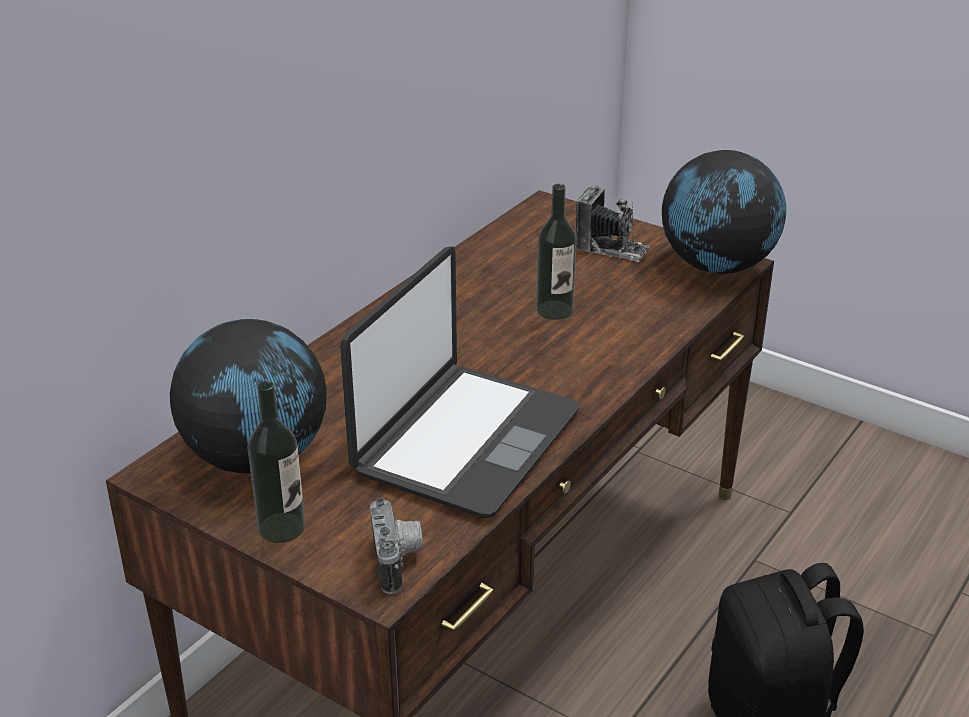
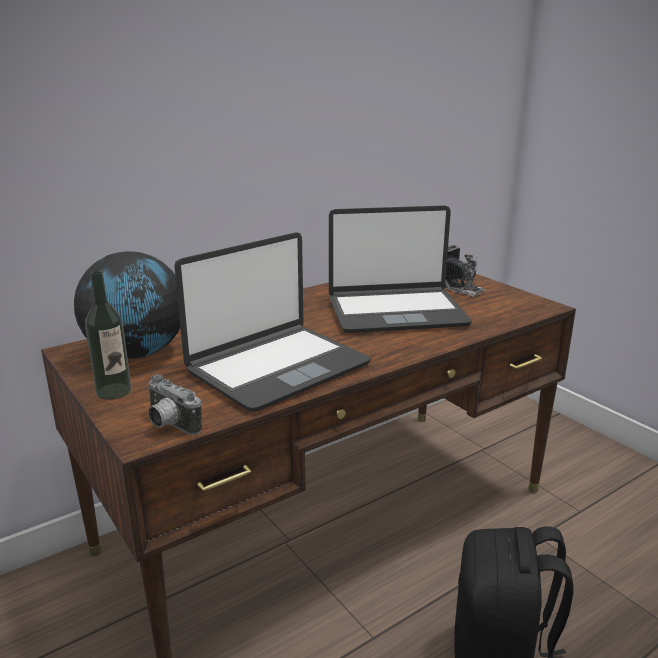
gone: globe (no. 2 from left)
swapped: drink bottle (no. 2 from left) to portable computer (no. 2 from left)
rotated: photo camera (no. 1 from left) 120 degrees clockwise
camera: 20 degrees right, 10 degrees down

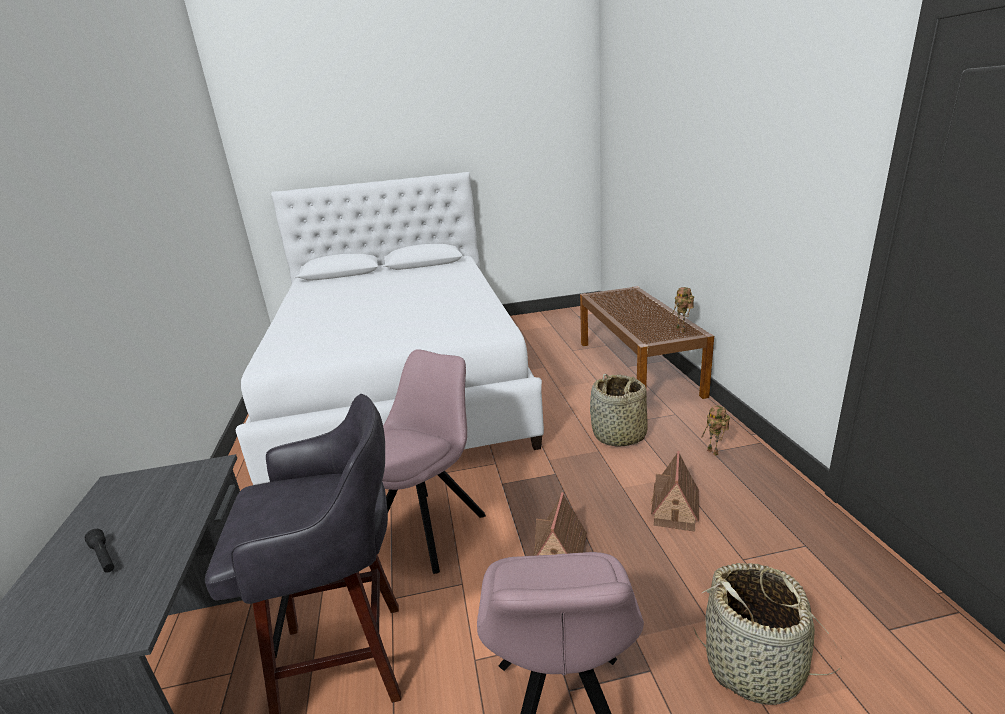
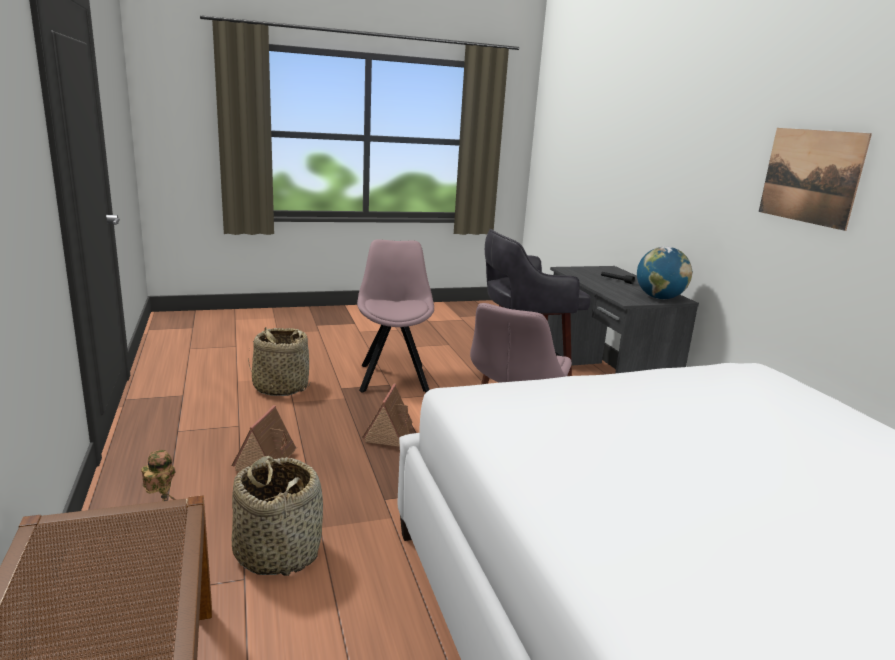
gone: robot figure (no. 1 from left)
new: globe; wall picture
camera: 170 degrees right, 5 degrees down

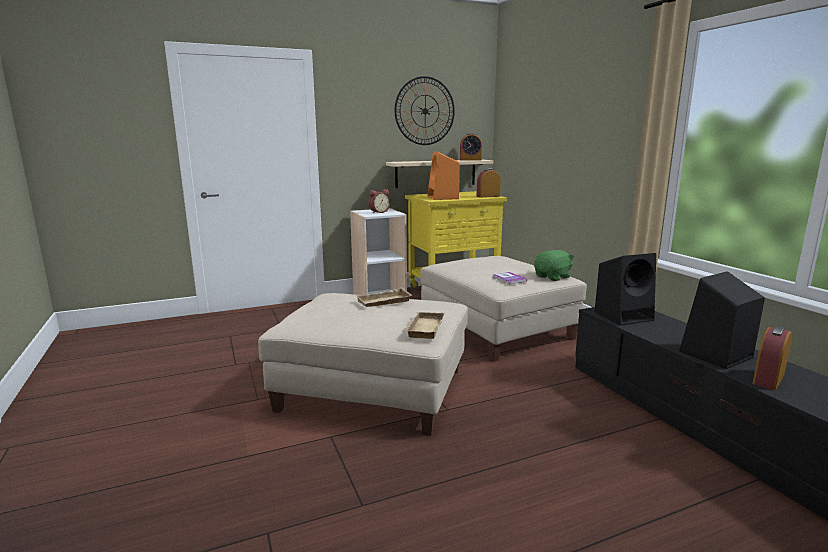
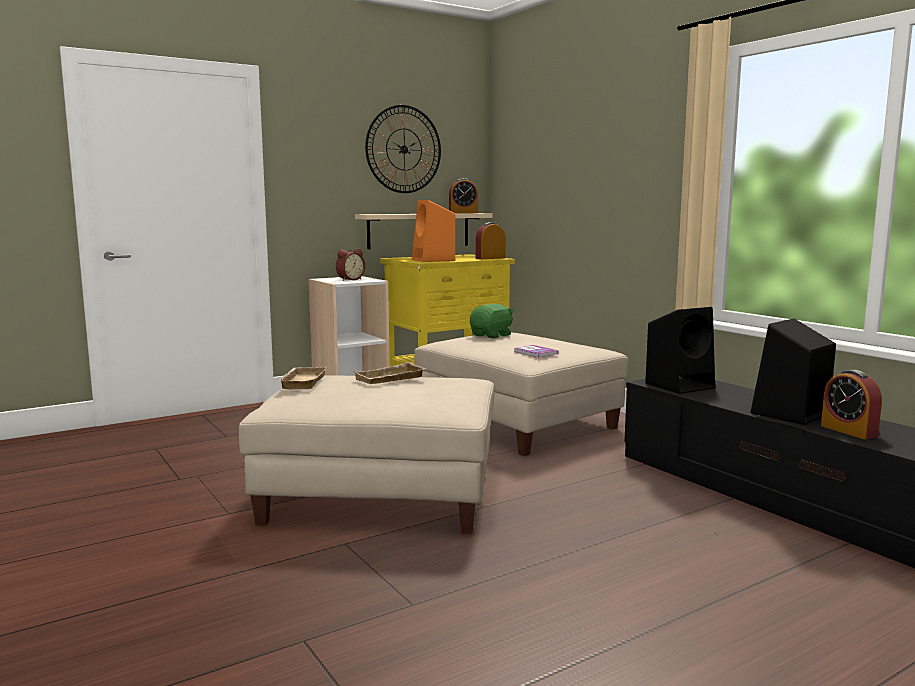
shifted: beige serving tray (no. 2 from left in the first image) to beige serving tray (no. 1 from left); greenish plush toy
rotated: alarm clock (no. 4 from left) 60 degrees counterclockwise
camera: 10 degrees left, 5 degrees down

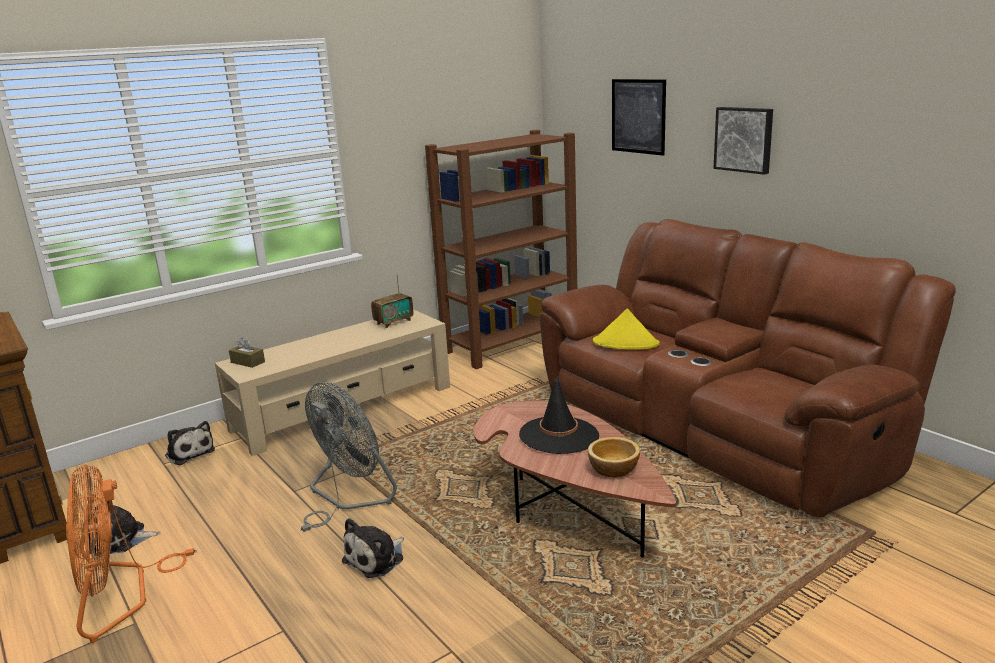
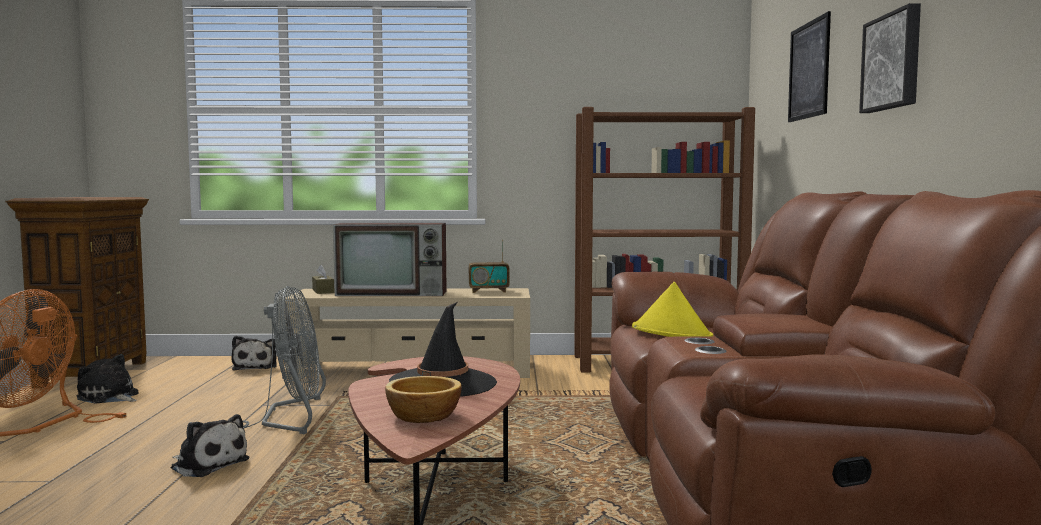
new: TV set
rotated: plush toy (no. 3 from left in the first image) 135 degrees counterclockwise
camera: 35 degrees right, 15 degrees down

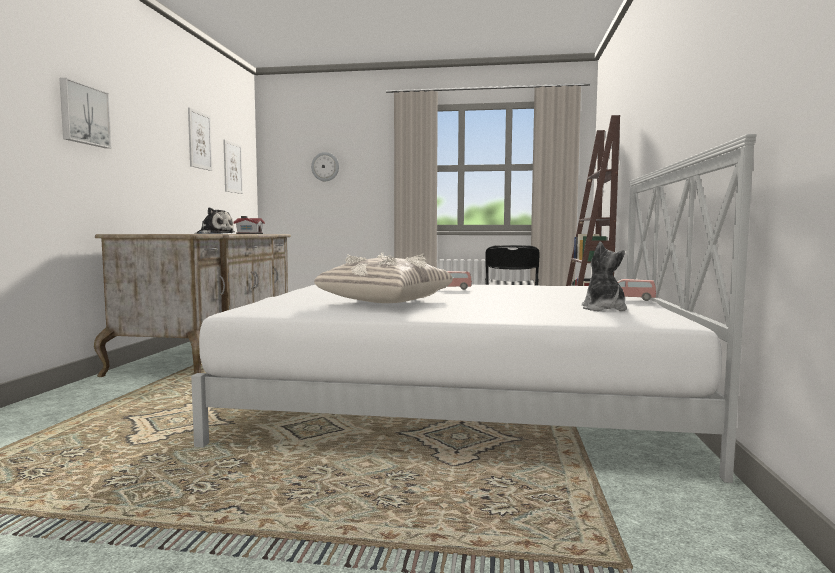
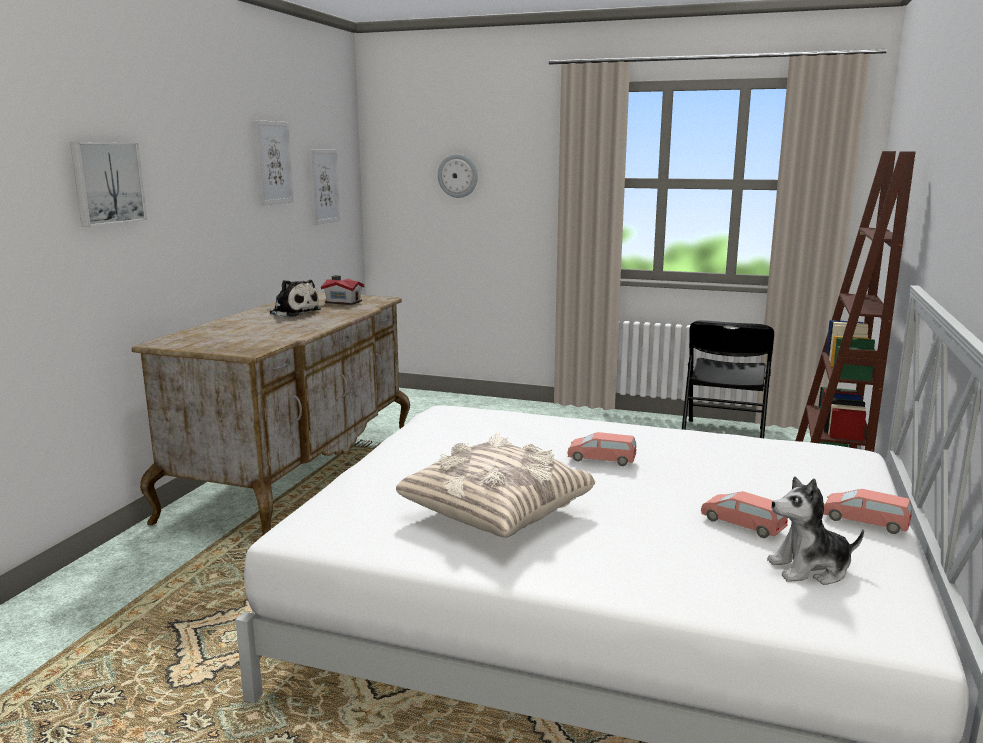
new: pink model car (no. 2 from left)
rotated: plush toy (no. 2 from left) 105 degrees counterclockwise
camera: 10 degrees right, 10 degrees up

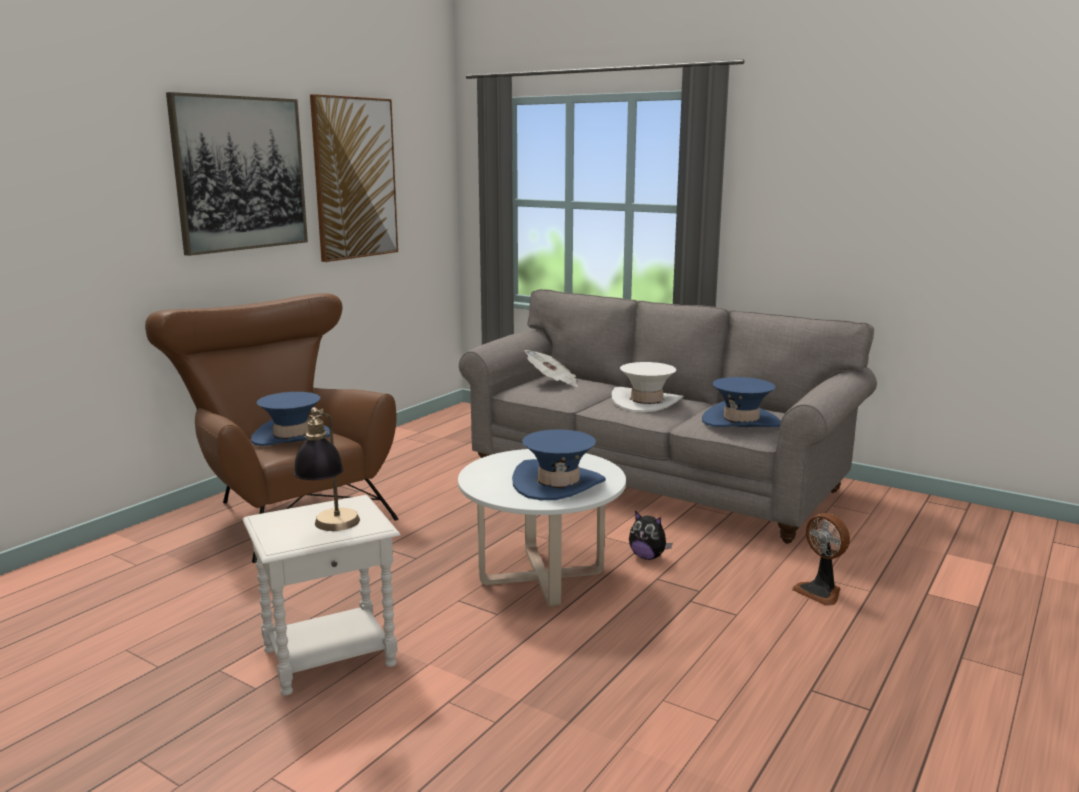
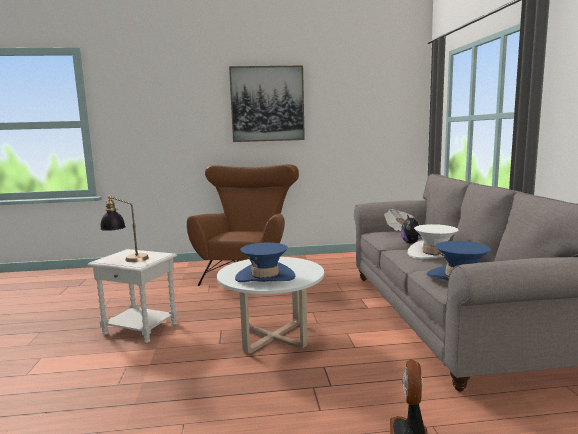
gone: blue clothing hat (no. 1 from left); wall picture (no. 2 from left)
shifted: plush toy
camera: 50 degrees right, 5 degrees down

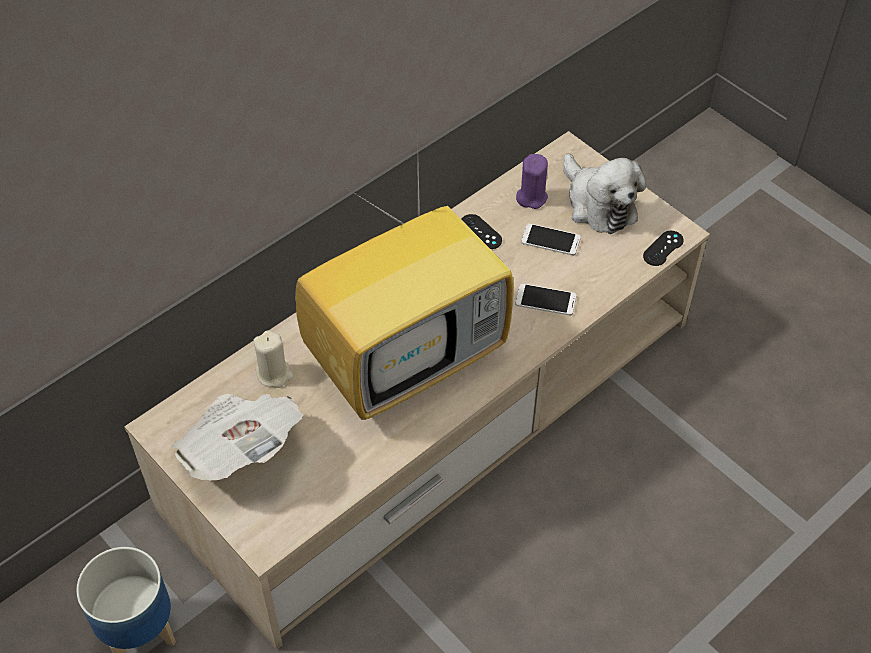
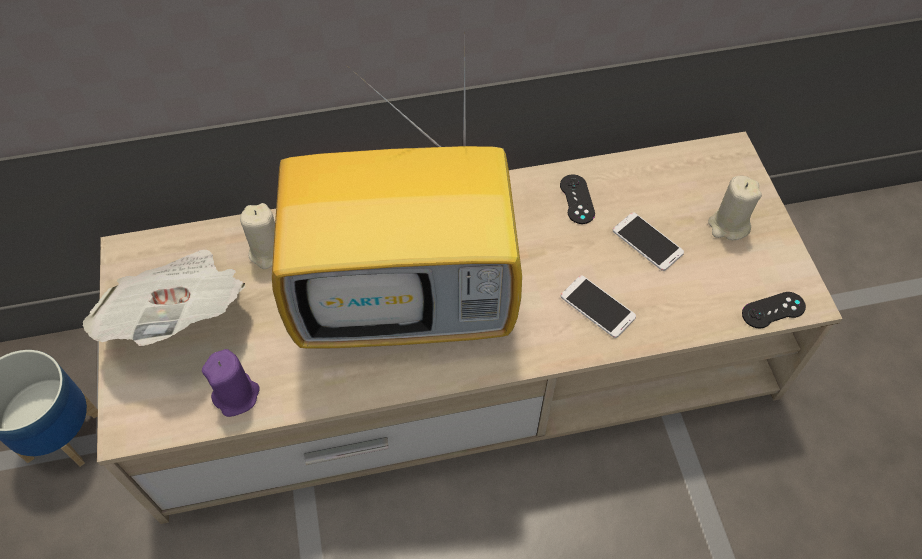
shifted: purple wax candle
swapped: plush toy to beige wax candle (no. 2 from left)
camera: 30 degrees right, 5 degrees up

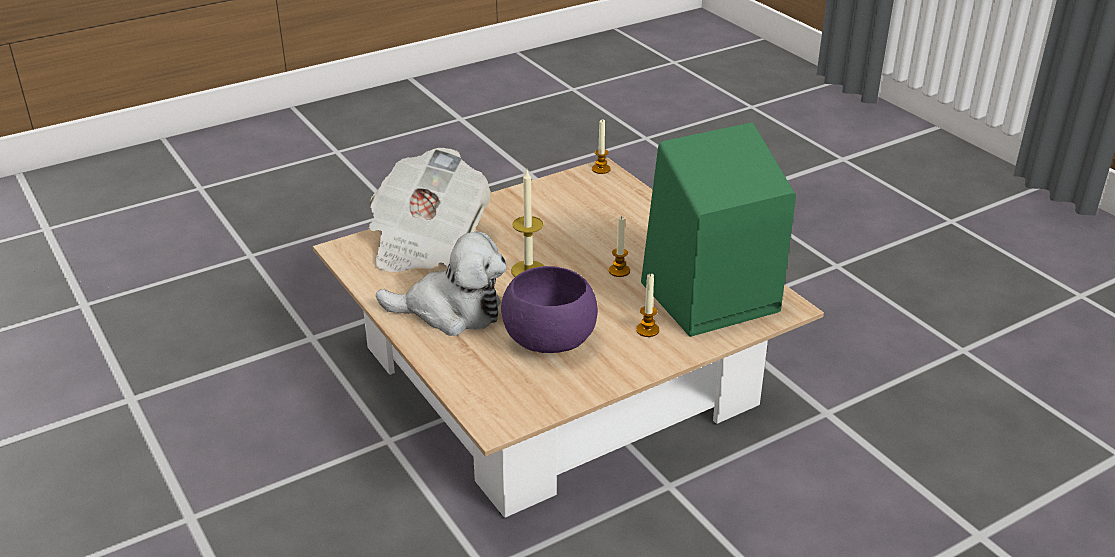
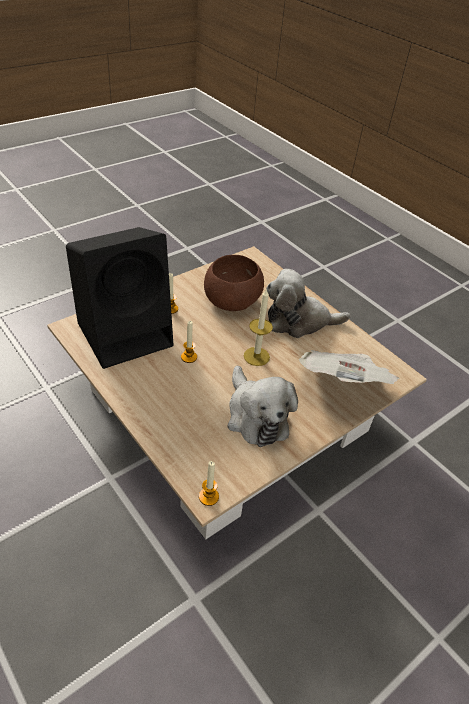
new: plush toy (no. 1 from left)
repainted: greenish speaker to black-coloured speaker; purple bowl to brown-coloured bowl
camera: 170 degrees right, 10 degrees up

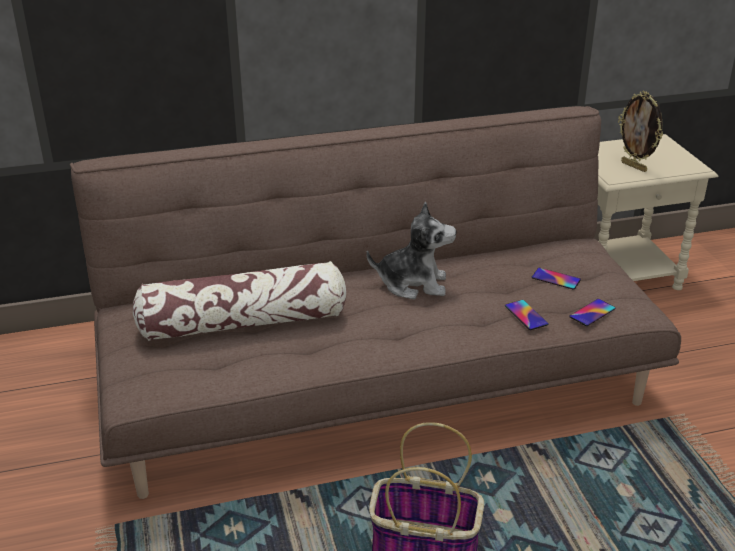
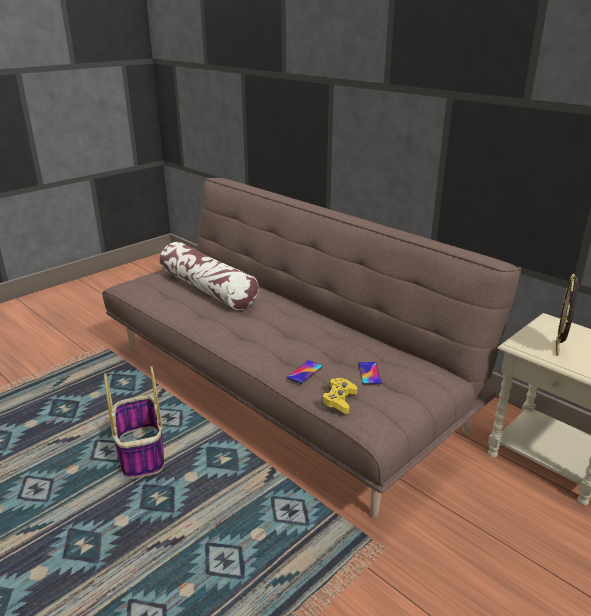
gone: plush toy
swapped: phone (no. 3 from left) to yellow-coloured gamepad
camera: 60 degrees right, 5 degrees down

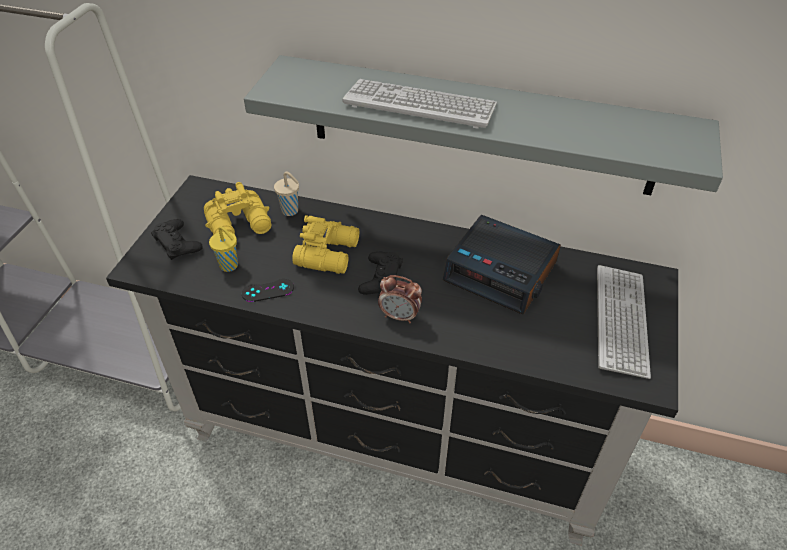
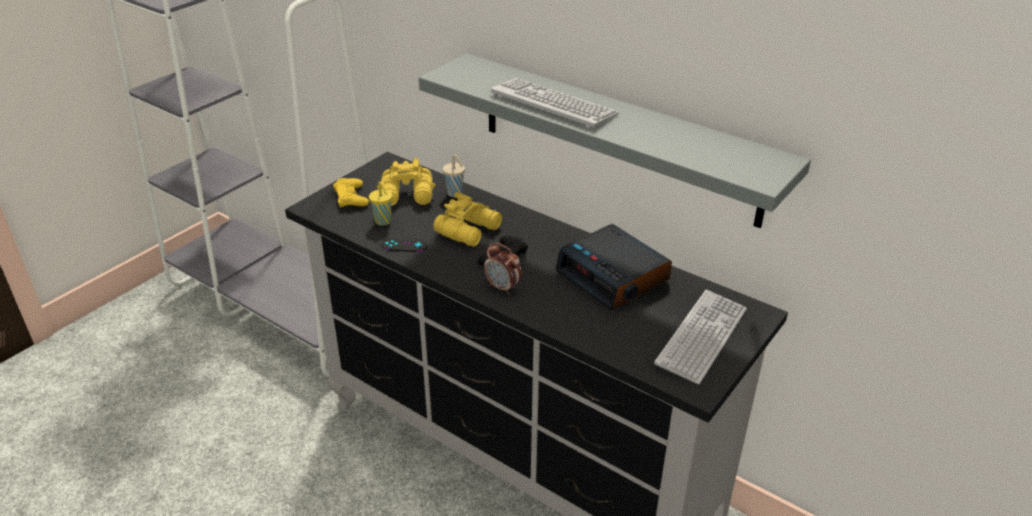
repainted: black-coloured gamepad (no. 1 from left) to yellow-coloured gamepad
camera: 20 degrees right, 10 degrees down

